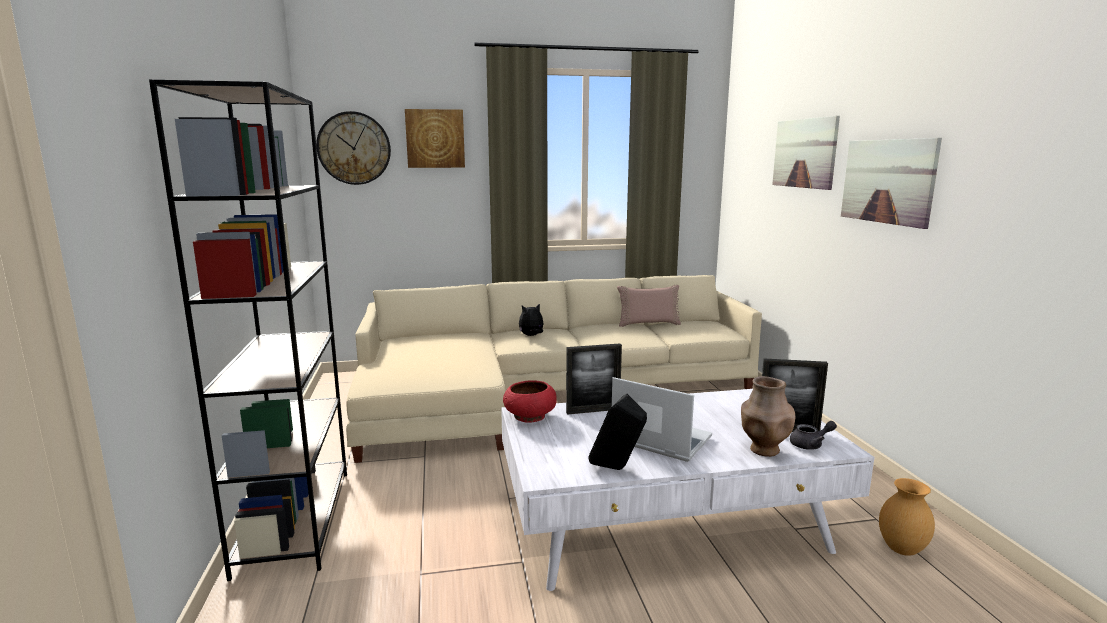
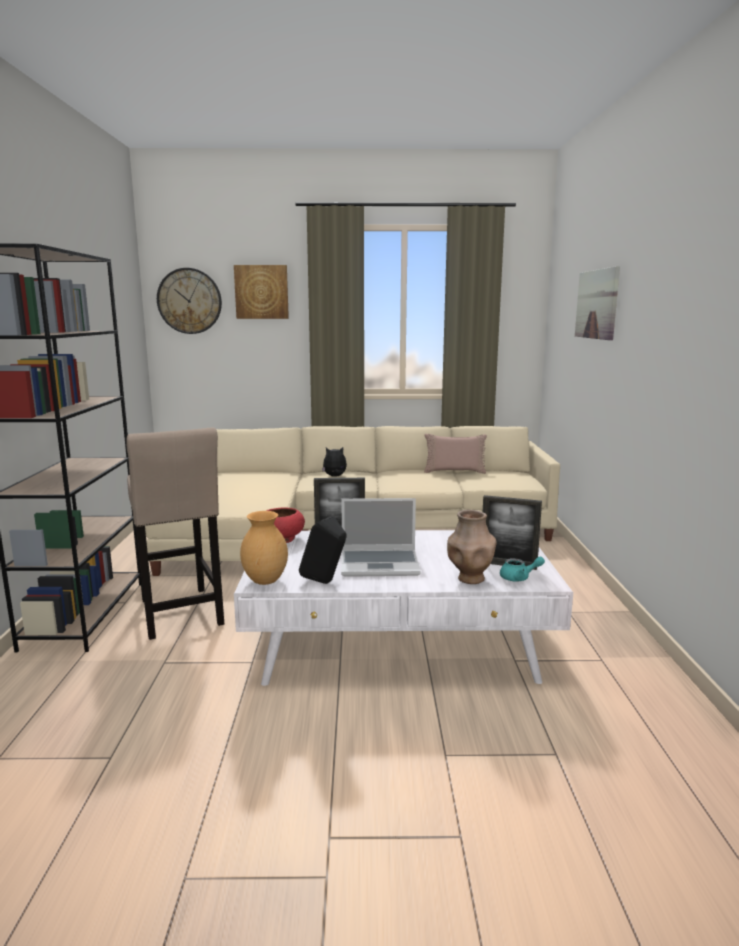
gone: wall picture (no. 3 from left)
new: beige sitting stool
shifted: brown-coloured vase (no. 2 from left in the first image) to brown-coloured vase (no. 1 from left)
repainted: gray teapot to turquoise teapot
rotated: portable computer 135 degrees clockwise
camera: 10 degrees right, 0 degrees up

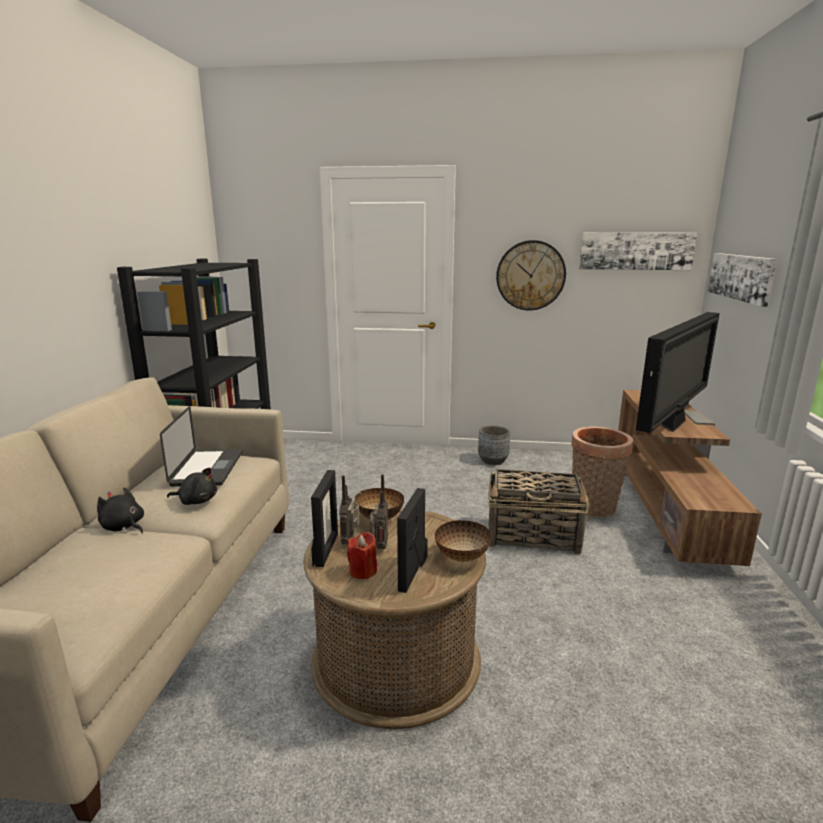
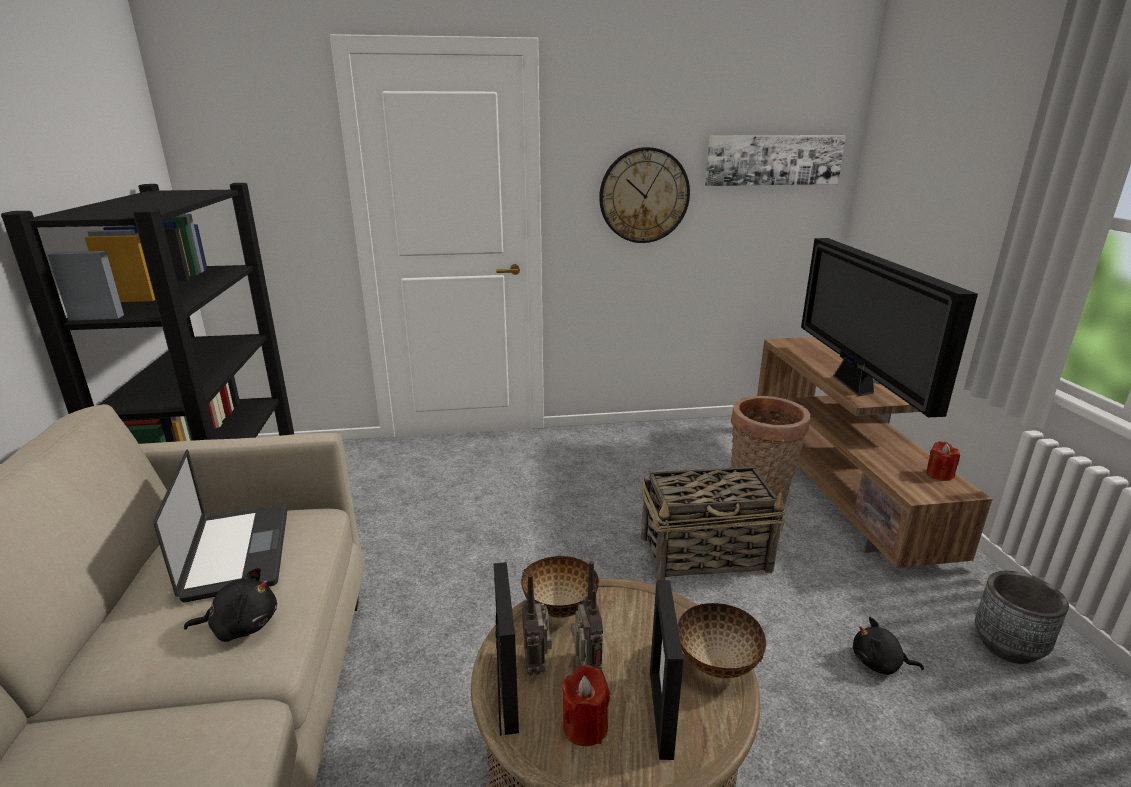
gone: wall picture (no. 2 from left)
new: red wax candle (no. 2 from left)
shifted: black-coloured plush toy (no. 1 from left in the first image) to black-coloured plush toy (no. 2 from left); gray planter
rotated: TV set 150 degrees clockwise
camera: 15 degrees left, 5 degrees up

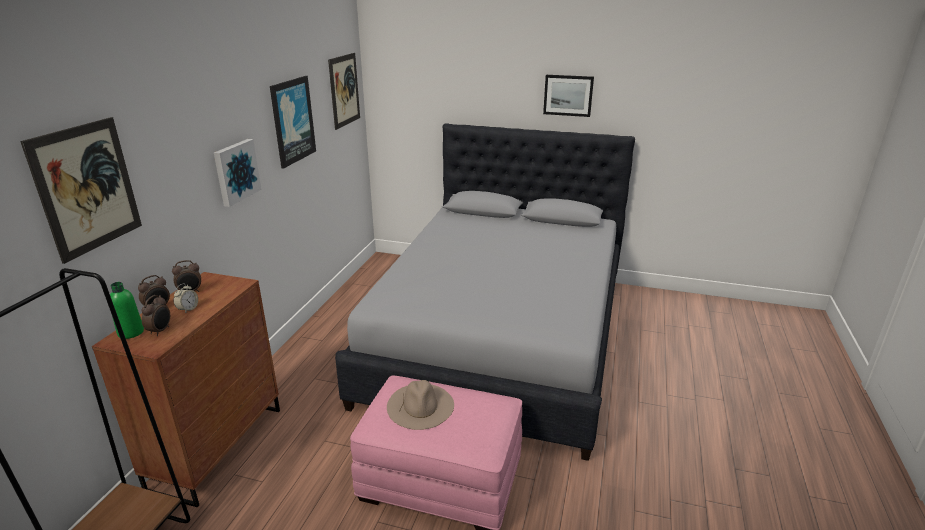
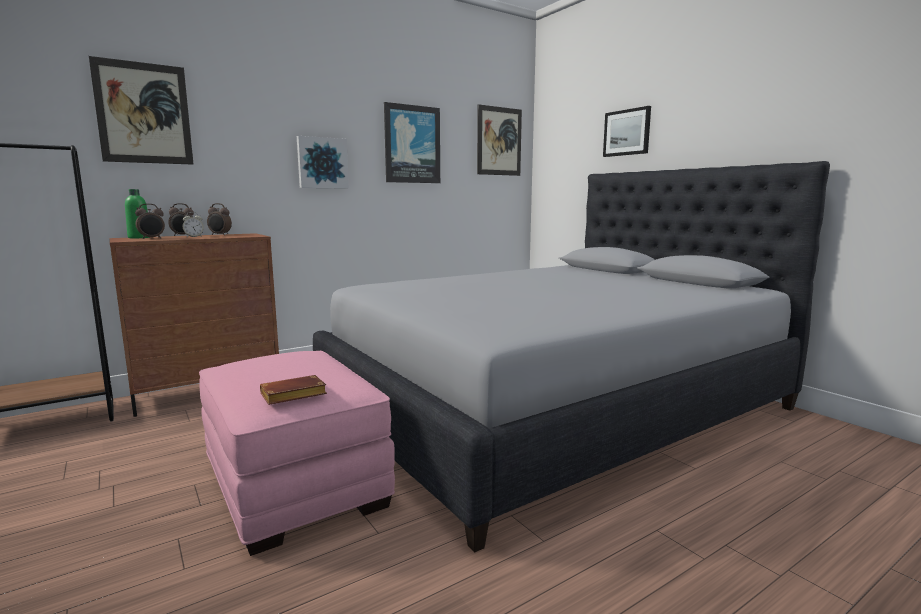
gone: beige clothing hat
new: brown-coloured volume
shifted: wall picture (no. 5 from left)
camera: 40 degrees right, 15 degrees down

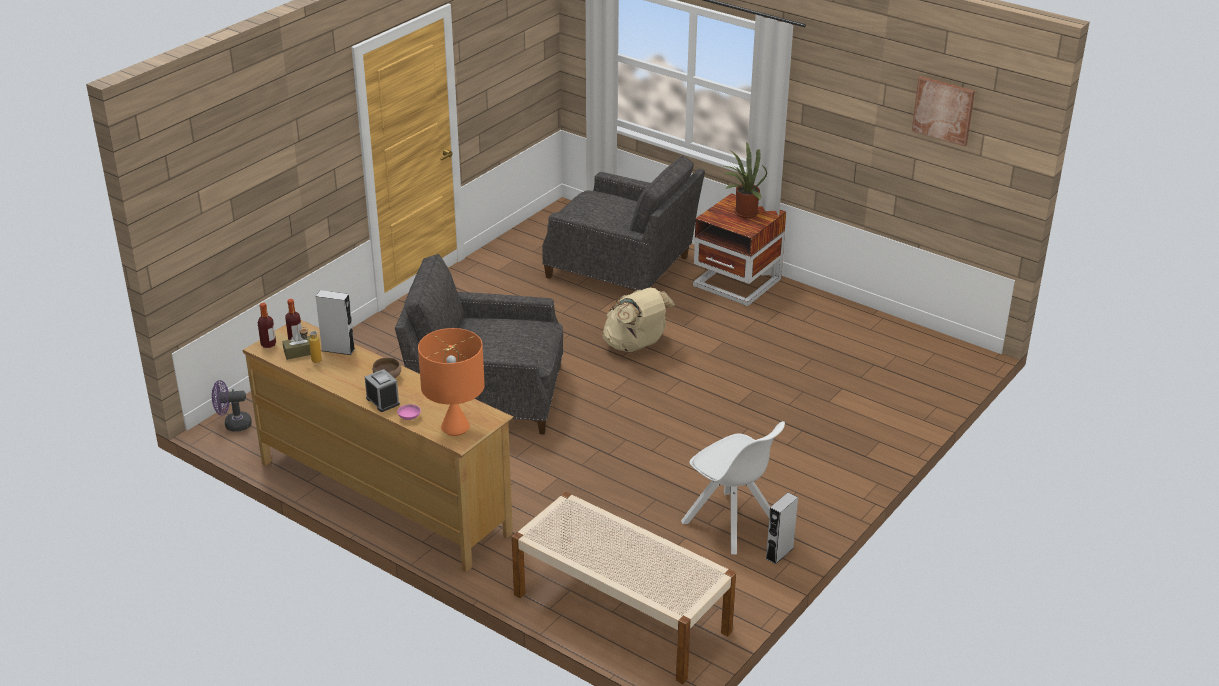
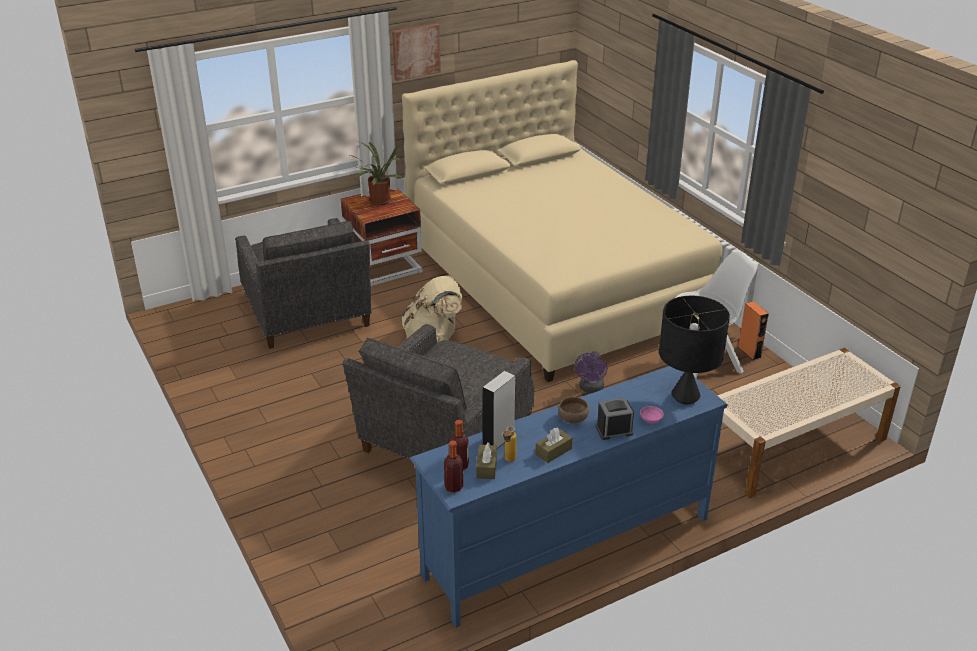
new: beige bedroom bed; brown-coloured box of tissues (no. 2 from left)
shifted: wall picture; purple fan
repainted: brown-coloured chest of drawers to blue chest of drawers; orange table lamp to black-coloured table lamp; gray speaker (no. 2 from left) to orange speaker
rotated: gray easy chair (no. 2 from left in the first image) 105 degrees clockwise
camera: 65 degrees left, 0 degrees up

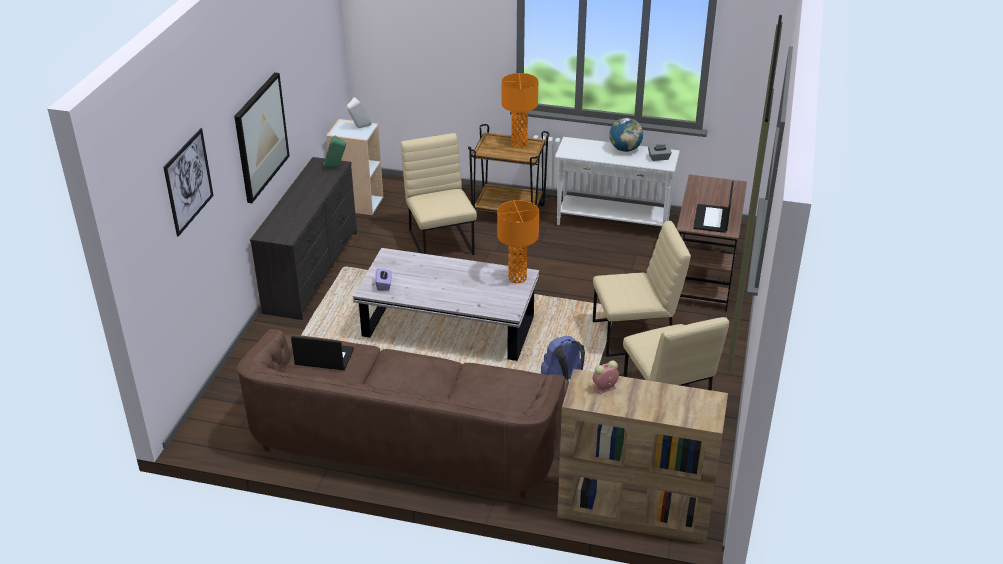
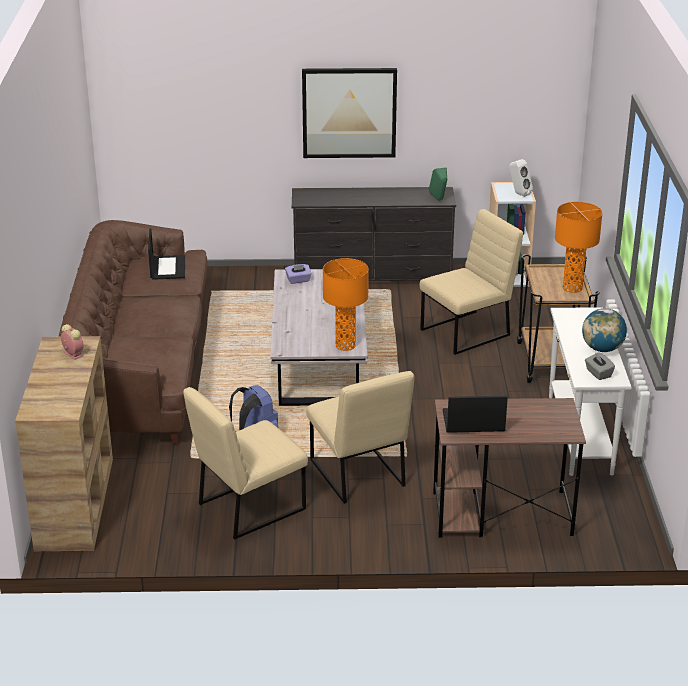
gone: wall picture (no. 1 from left)
camera: 75 degrees right, 5 degrees down

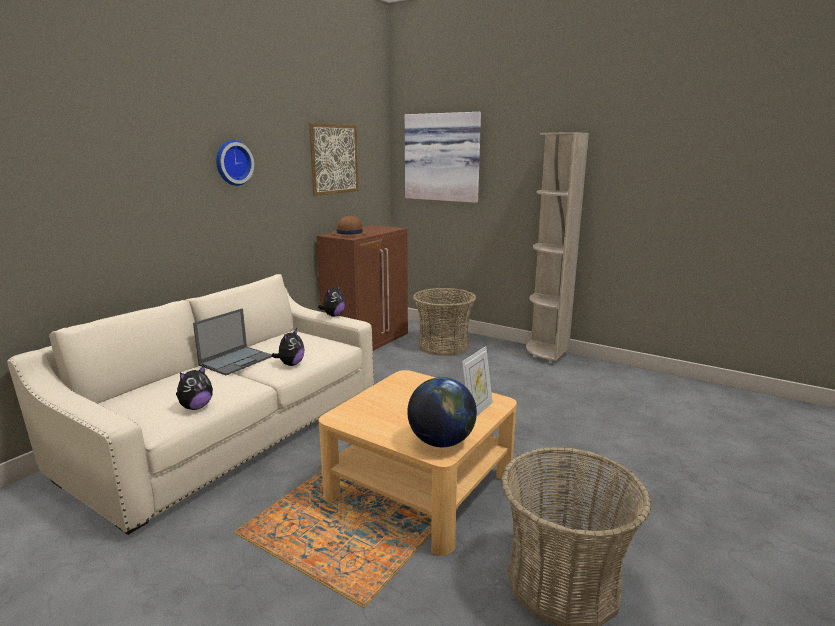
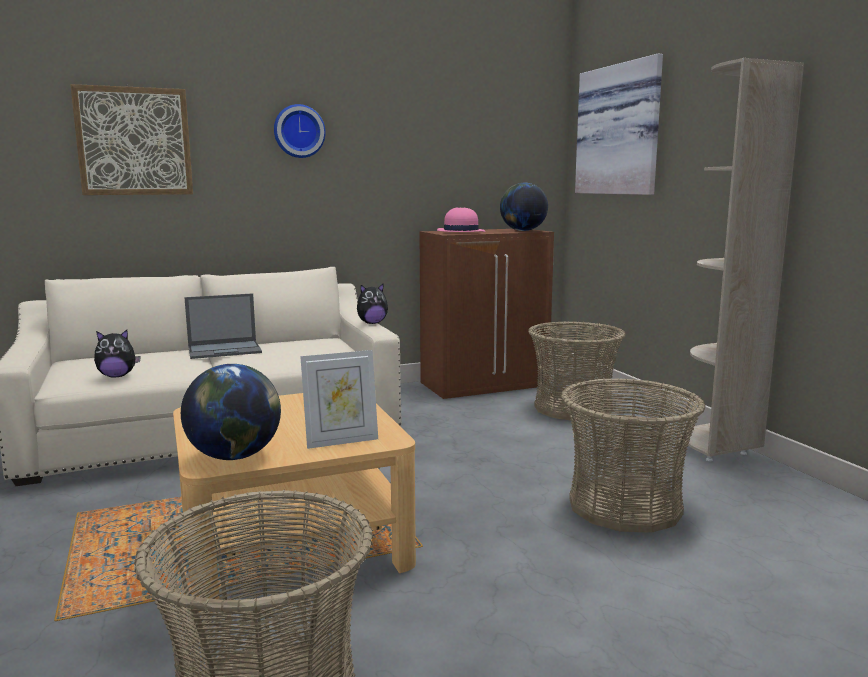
gone: plush toy (no. 2 from left)
new: globe (no. 2 from left); basket (no. 3 from left)
shifted: wall picture (no. 1 from left)
repainted: brown-coloured clothing hat to pink clothing hat
camera: 35 degrees right, 5 degrees down

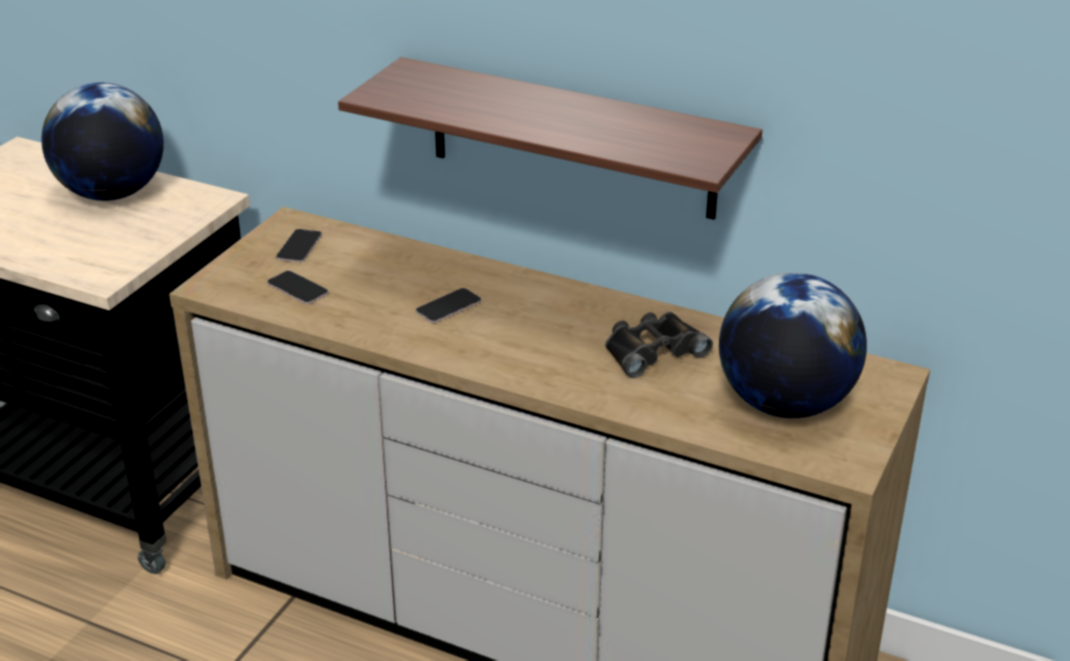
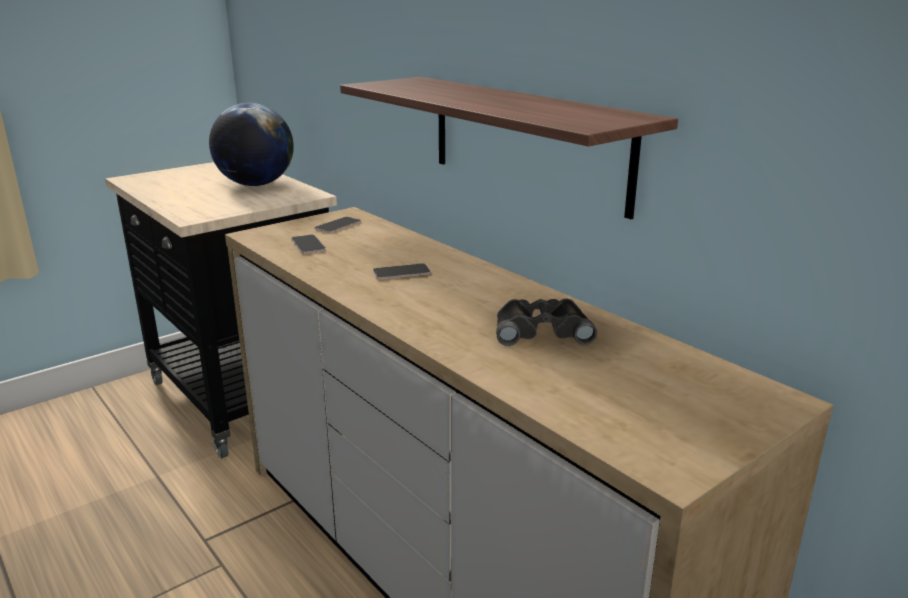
gone: globe (no. 2 from left)
camera: 25 degrees right, 10 degrees down

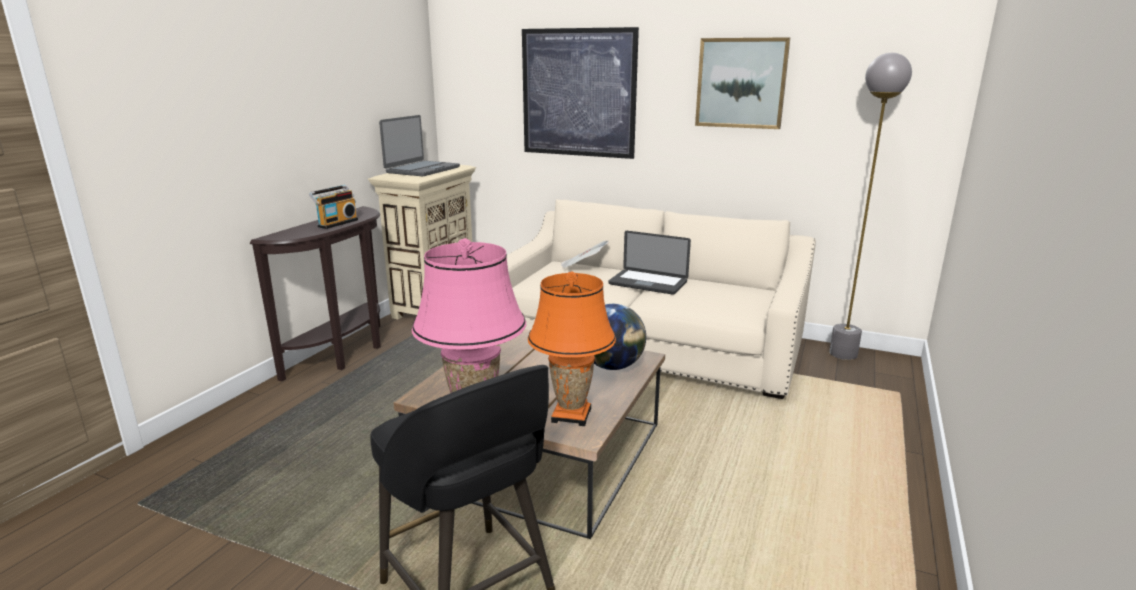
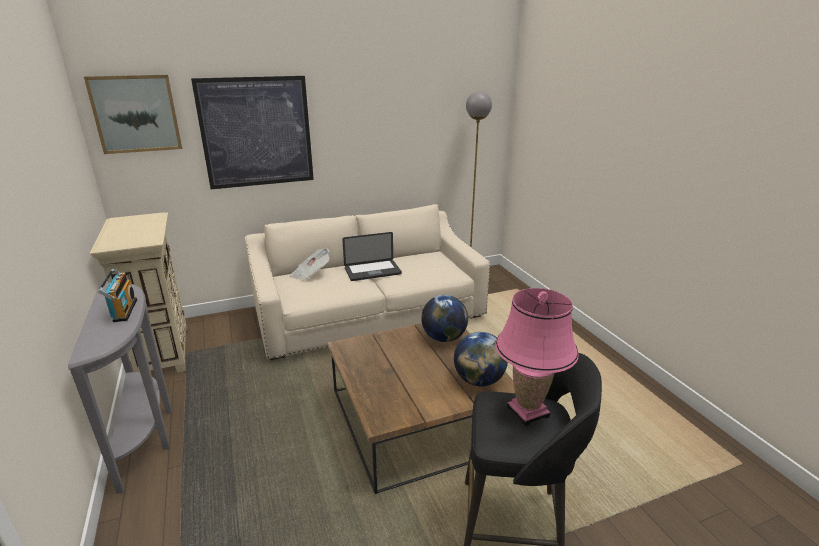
gone: portable computer (no. 1 from left)
shifted: wall picture (no. 2 from left in the first image) to wall picture (no. 1 from left)
swapped: orange table lamp to globe (no. 2 from left)
repainted: brown-coloured hall table to gray hall table
camera: 45 degrees left, 5 degrees up

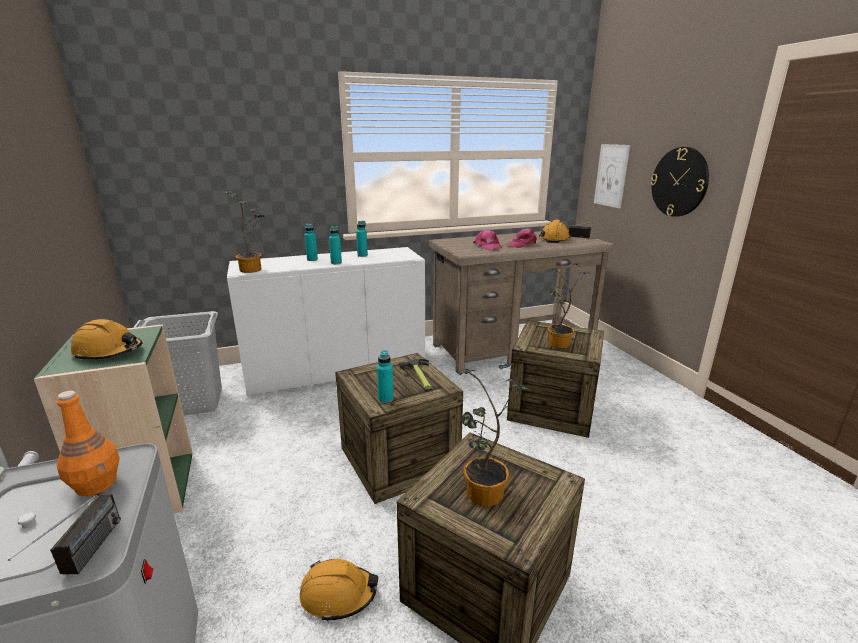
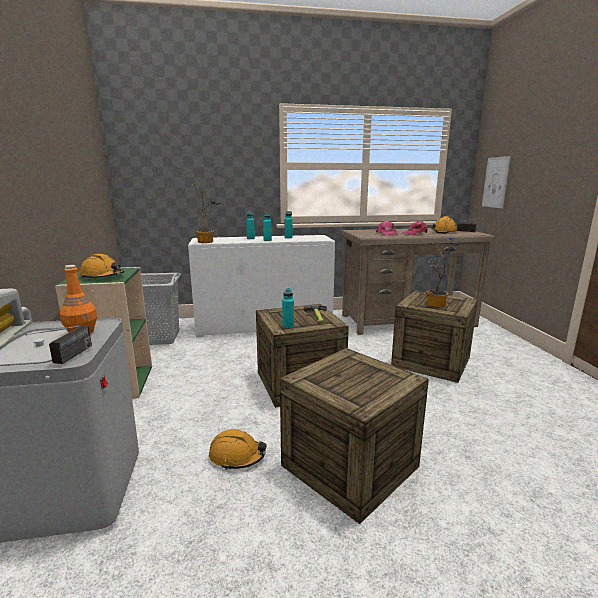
gone: plant in a pot (no. 2 from left); wall clock
camera: 10 degrees right, 5 degrees down

